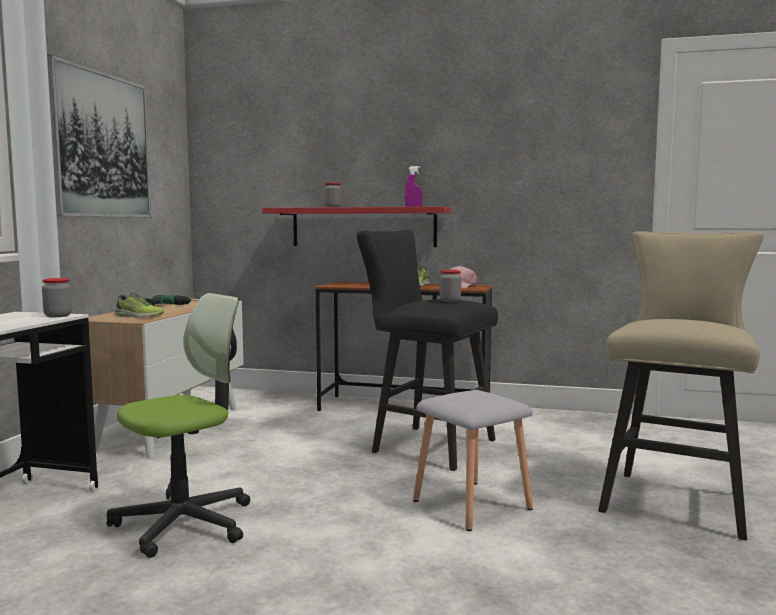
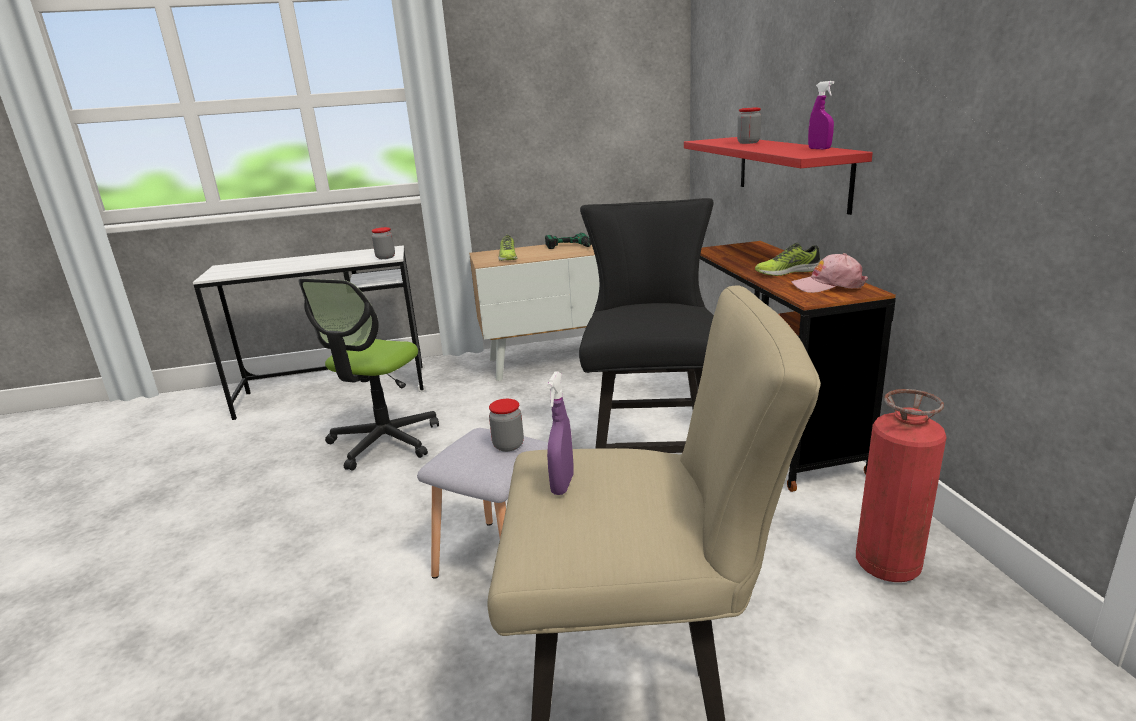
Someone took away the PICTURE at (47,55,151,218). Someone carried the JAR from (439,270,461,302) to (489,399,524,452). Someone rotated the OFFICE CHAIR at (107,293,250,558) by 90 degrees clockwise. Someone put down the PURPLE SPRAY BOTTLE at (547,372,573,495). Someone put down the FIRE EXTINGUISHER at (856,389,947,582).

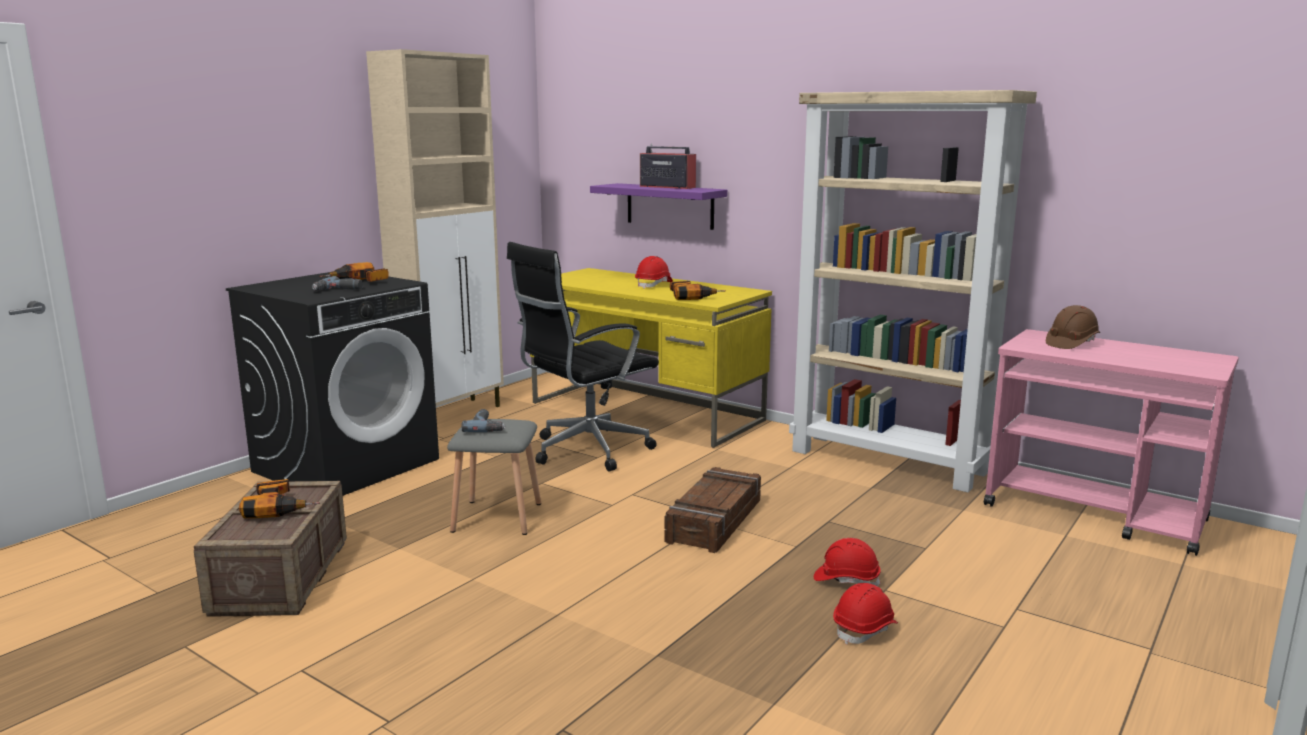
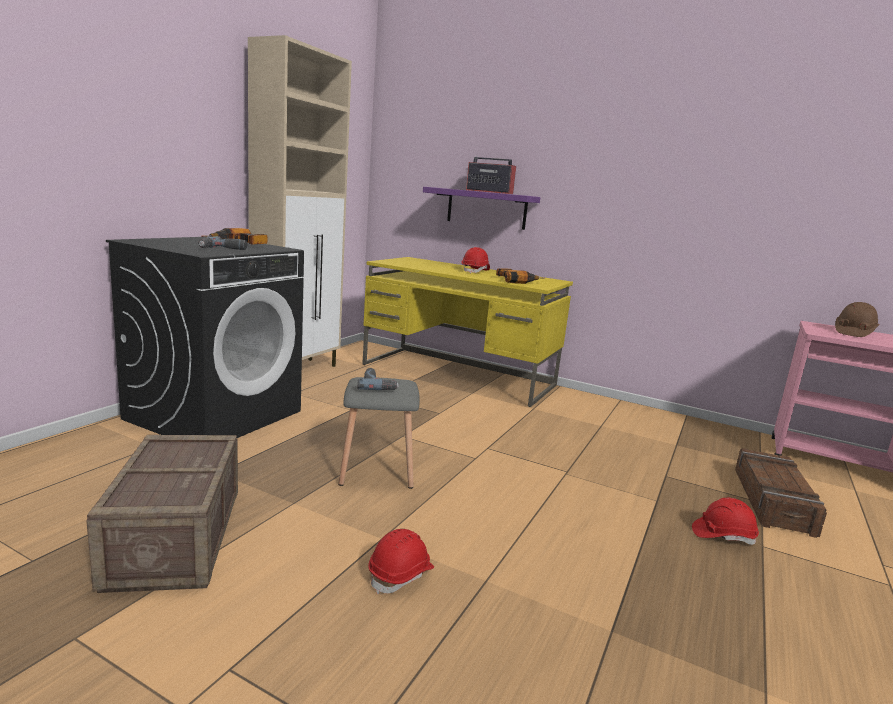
Someone took away the BEIGE BOOKCASE at (789,90,1037,492). Someone took away the BLACK OFFICE CHAIR at (507,242,659,472). Someone carried the CRATE from (664,467,761,553) to (735,448,827,538). Someone took away the POWER DRILL at (239,479,320,518). Someone carried the RED HARD HAT from (833,583,898,645) to (368,529,434,595).

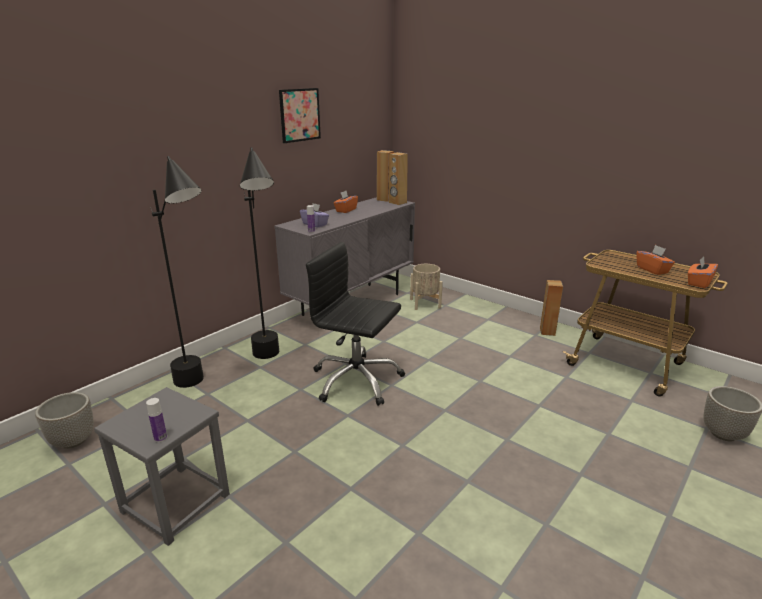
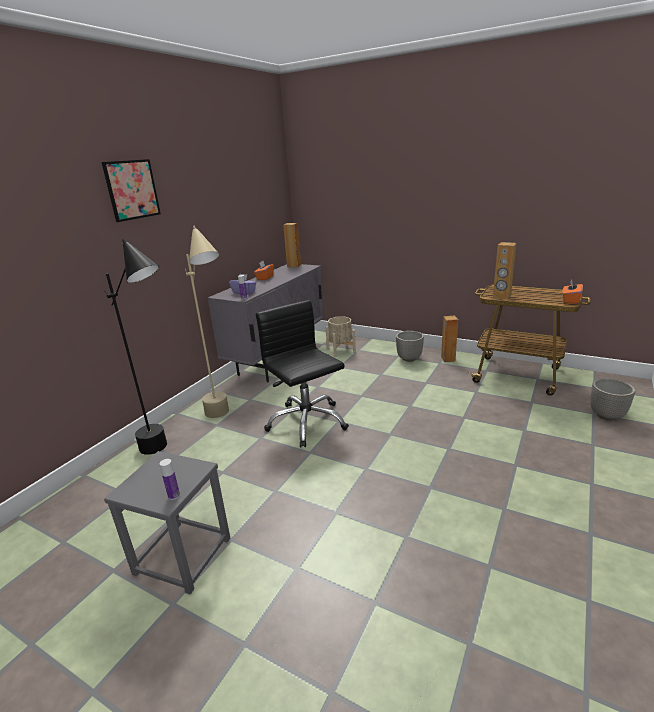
Someone carried the PICTURE from (279,88,321,143) to (102,159,161,222). Someone repainted the BLACK FLOOR LAMP at (240,147,279,359), which became the BEIGE FLOOR LAMP at (185,226,229,418). Someone carried the BROWN SPEAKER from (389,152,408,205) to (493,242,516,300). Someone rotated the BLACK OFFICE CHAIR at (306,242,405,406) by 45 degrees clockwise. Someone took away the ORANGE TISSUE BOX at (637,245,675,275). Someone carried the PLANTER from (35,392,94,449) to (396,331,424,362).

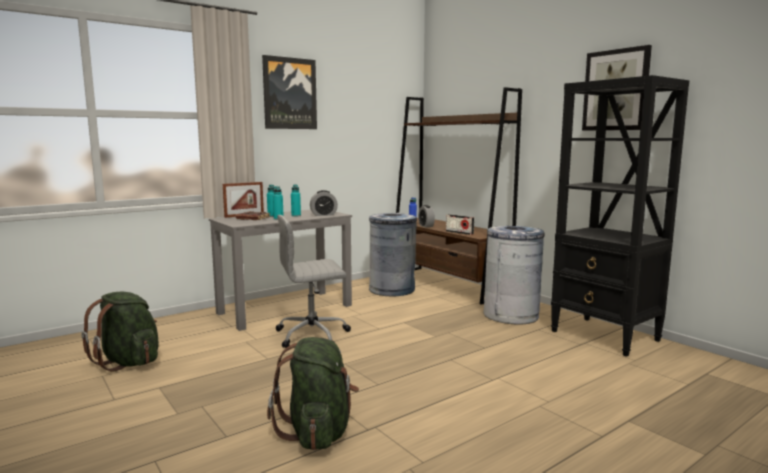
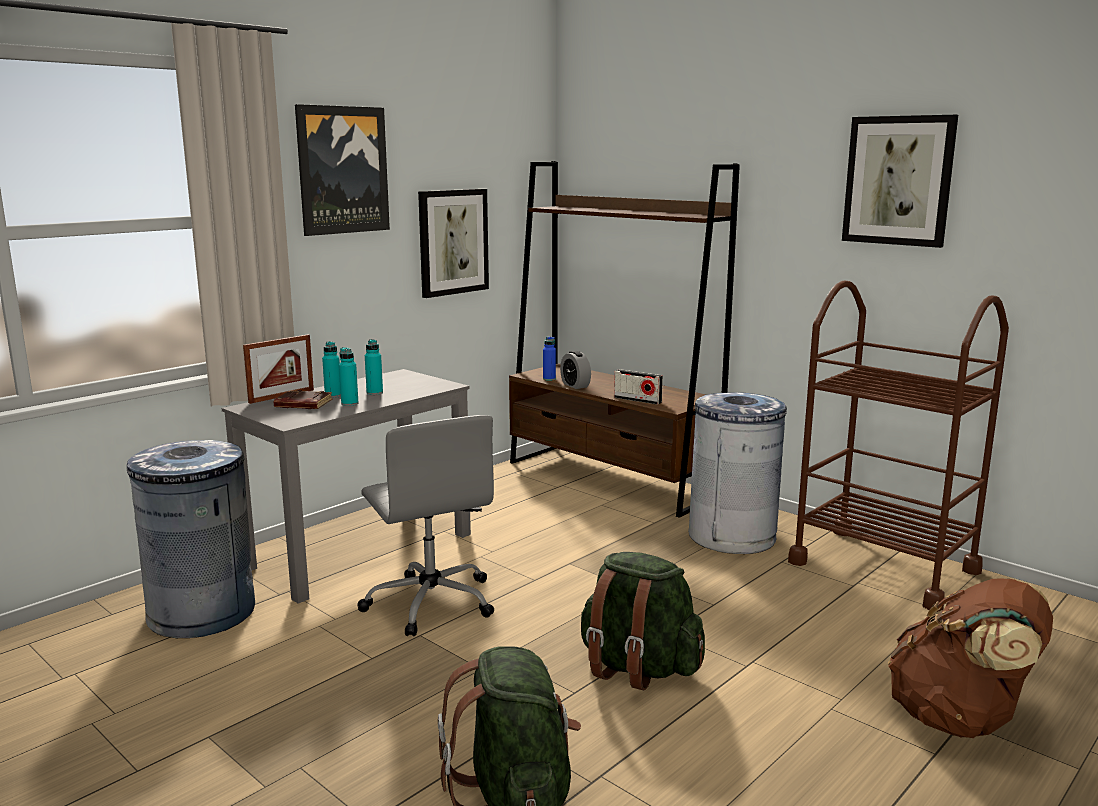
Someone swapped the BLACK BOOKCASE at (551,75,689,357) for the BROWN CART at (788,281,1009,612). Someone took away the ALARM CLOCK at (310,190,338,216). Someone carried the GREY TRASH CAN from (369,213,417,296) to (127,440,255,638). Someone rotated the GREY OFFICE CHAIR at (276,215,351,348) by 90 degrees counterclockwise. Someone carried the GREEN BACKPACK from (81,291,158,372) to (581,552,705,690). Someone put up the PICTURE at (418,189,489,298). Someone put down the BROWN BACKPACK at (888,578,1053,738).

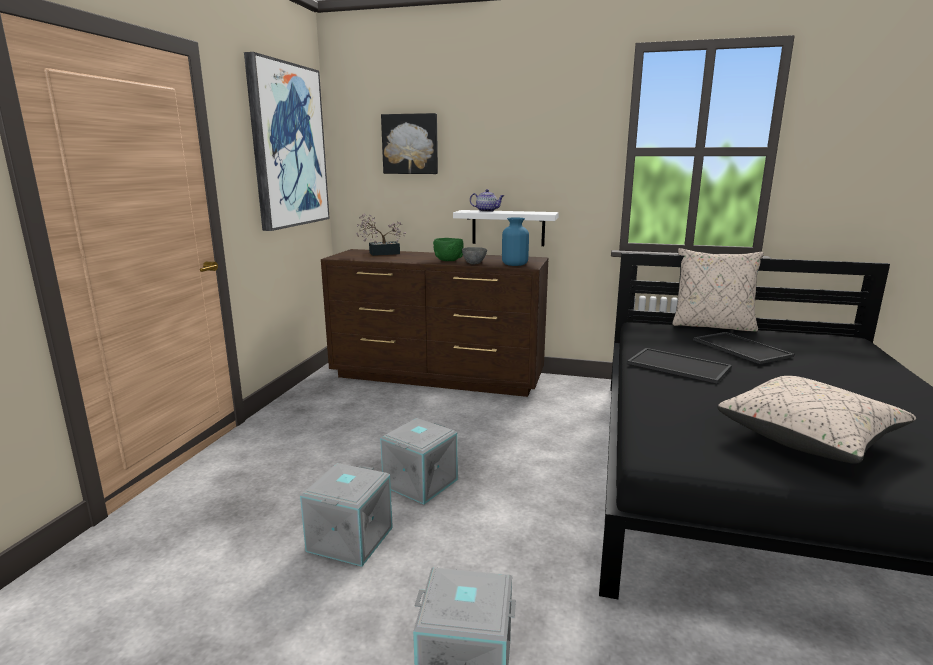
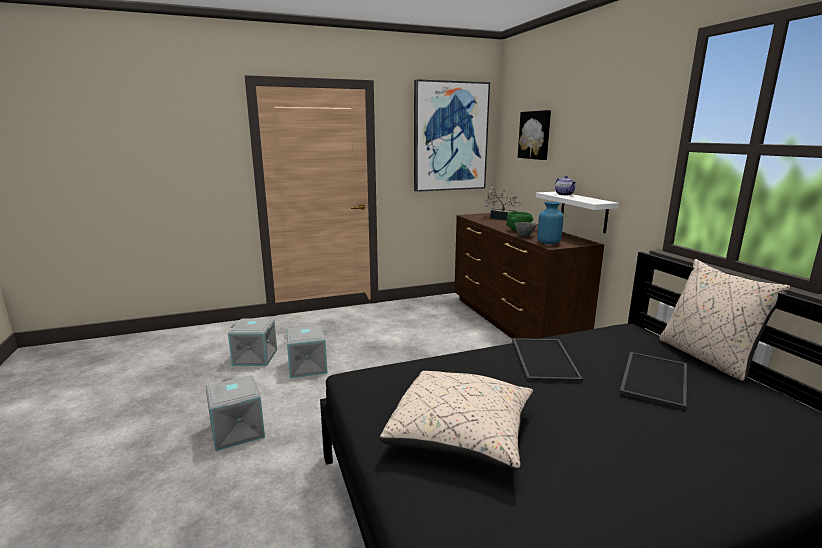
Someone carried the GREY STORAGE BOX from (380,418,458,505) to (228,319,277,366).

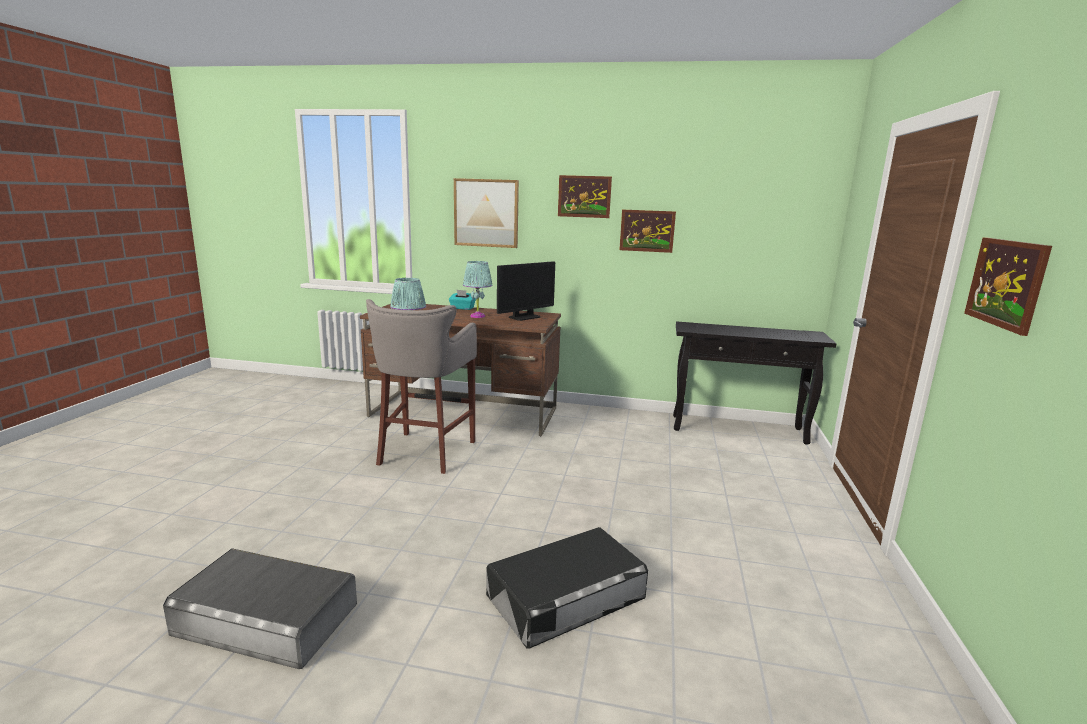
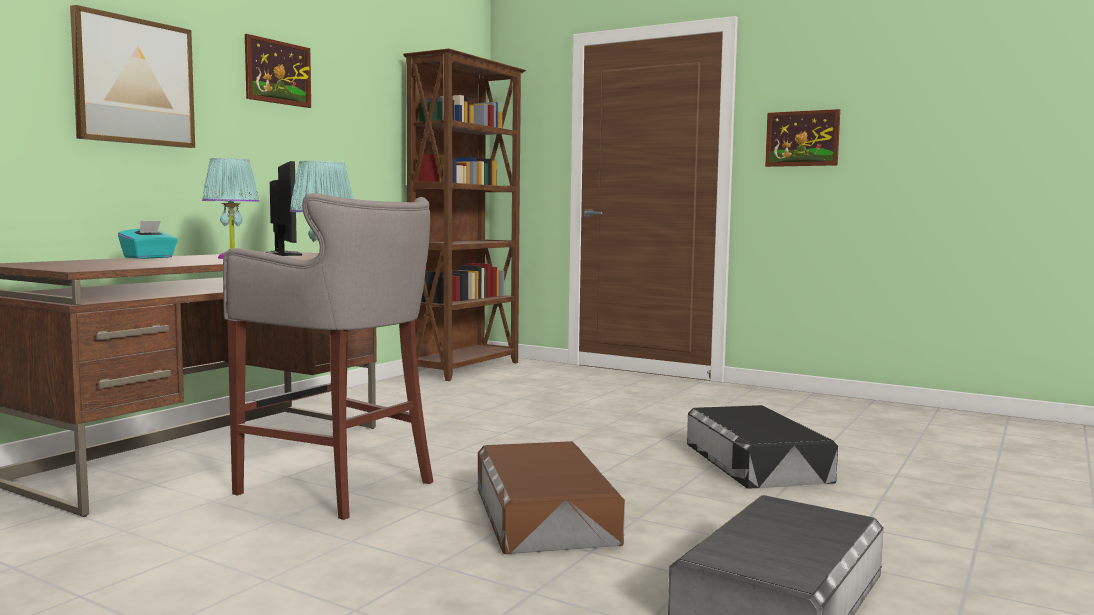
Someone took away the PICTURE at (619,210,676,253). Someone swapped the BLACK CONSOLE TABLE at (673,321,837,445) for the BROWN BOOKCASE at (403,48,526,381). Someone put down the BROWN STORAGE BOX at (477,441,625,555).

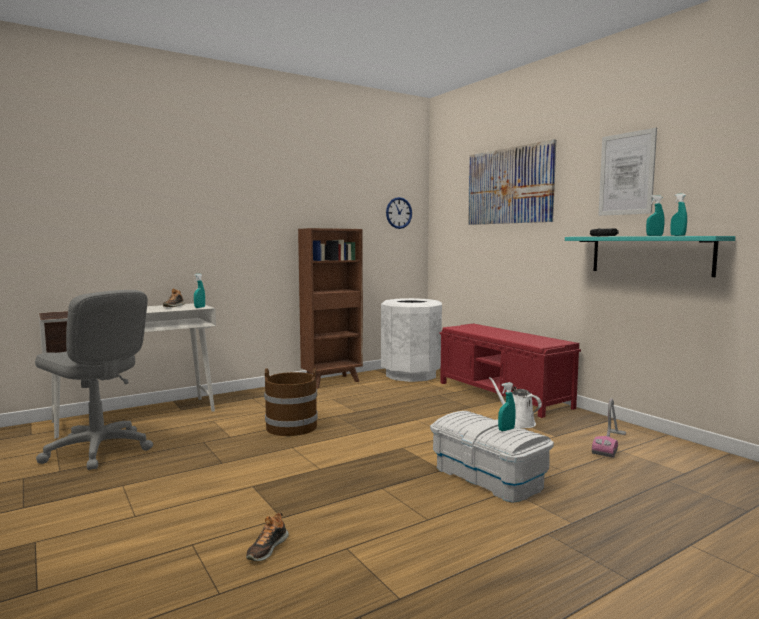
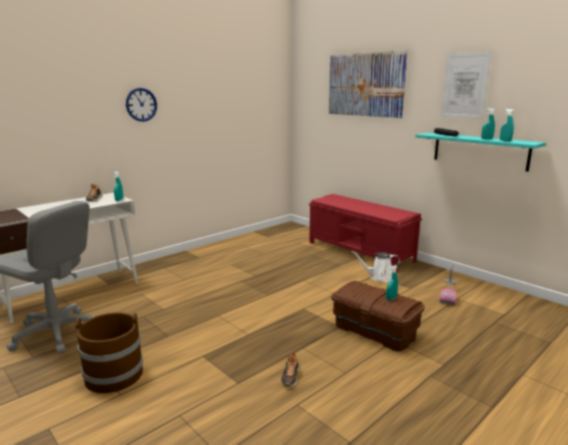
Someone carried the WALL CLOCK from (386,197,412,229) to (126,88,157,122). Someone took away the BROWN BOOKCASE at (298,228,363,389). Someone took away the WHITE TRASH CAN at (381,298,442,382). Someone carried the BROWN BUCKET from (264,368,318,436) to (75,312,143,393). Someone rotated the WHITE WATERING CAN at (489,377,542,428) by 45 degrees counterclockwise. Someone repainted the WHITE STORAGE BOX at (430,411,554,503), which became the BROWN STORAGE BOX at (331,281,425,352). Someone carried the SHOE from (246,513,289,561) to (281,352,300,387).

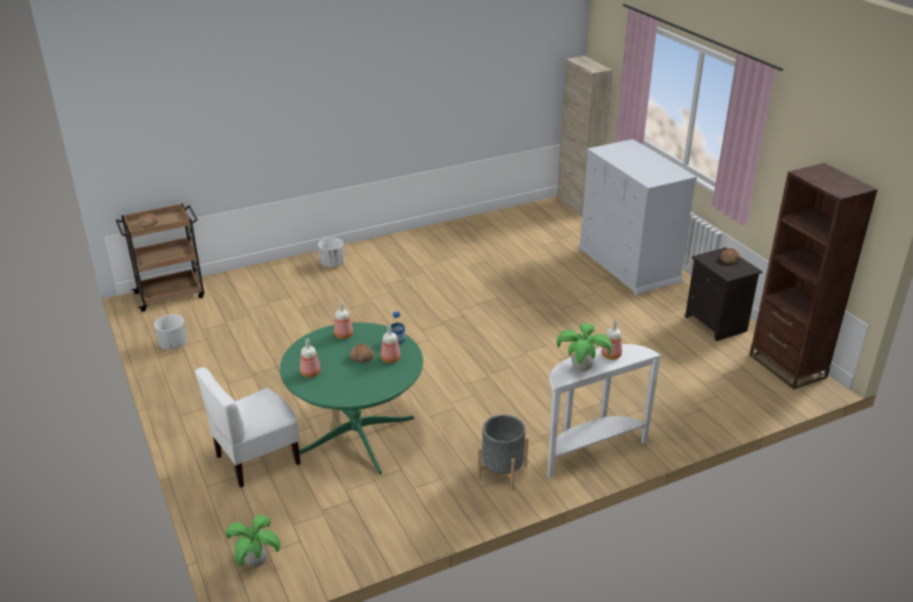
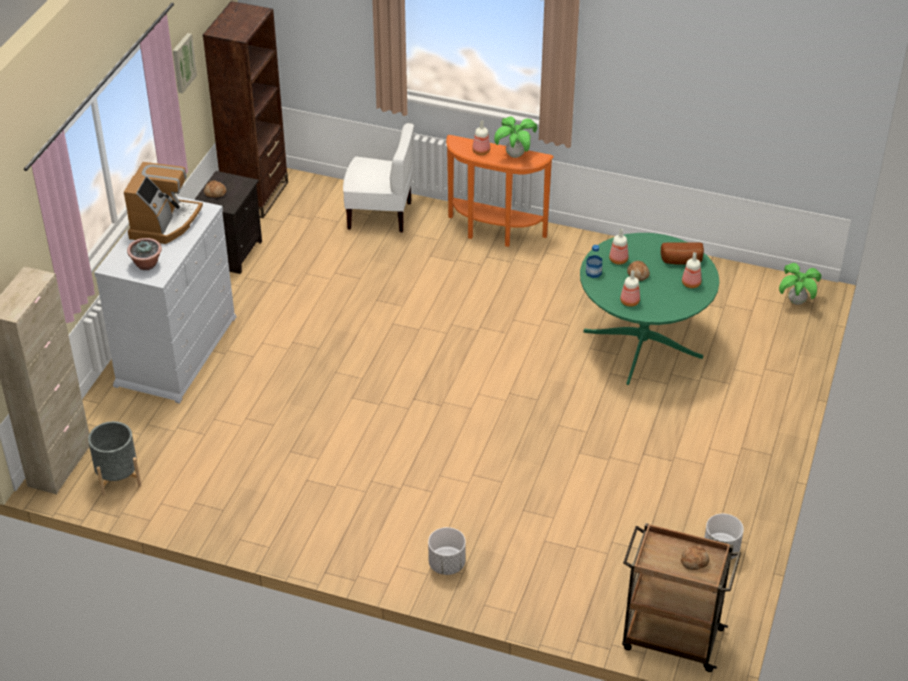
Someone repainted the WHITE CONSOLE TABLE at (547,344,662,478), which became the ORANGE CONSOLE TABLE at (446,135,554,247). Someone carried the WHITE CHAIR from (195,367,301,488) to (343,123,414,232). Someone carried the GREY PLANTER from (478,415,528,490) to (88,421,141,496). Someone put up the PICTURE at (173,33,197,93). Someone put down the COFFEE MACHINE at (124,162,203,244). Someone put down the POTTED PLANT at (127,238,162,270). Someone put down the BREAD at (661,242,704,265).

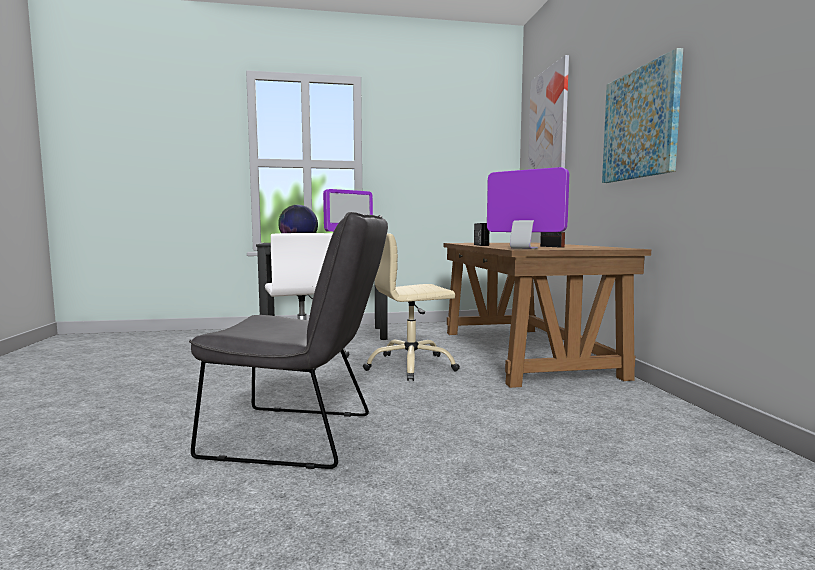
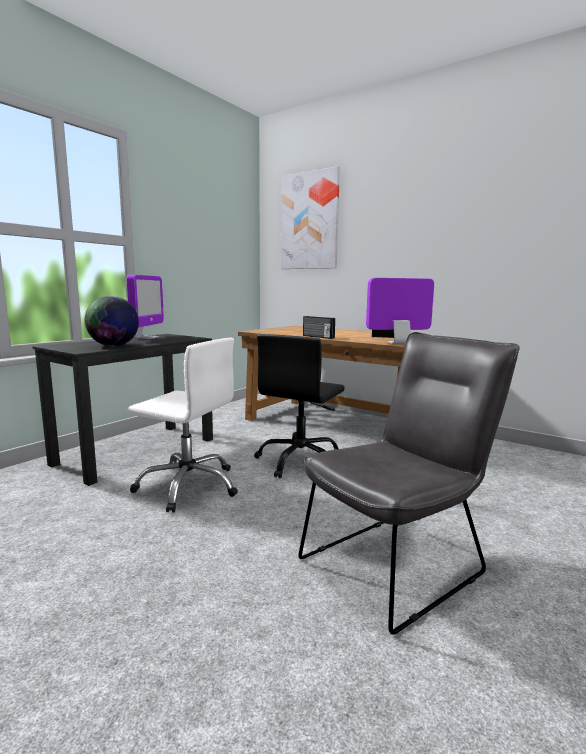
Someone took away the PICTURE at (602,48,683,183). Someone repainted the BEIGE OFFICE CHAIR at (363,233,460,381), which became the BLACK OFFICE CHAIR at (254,334,345,478).

